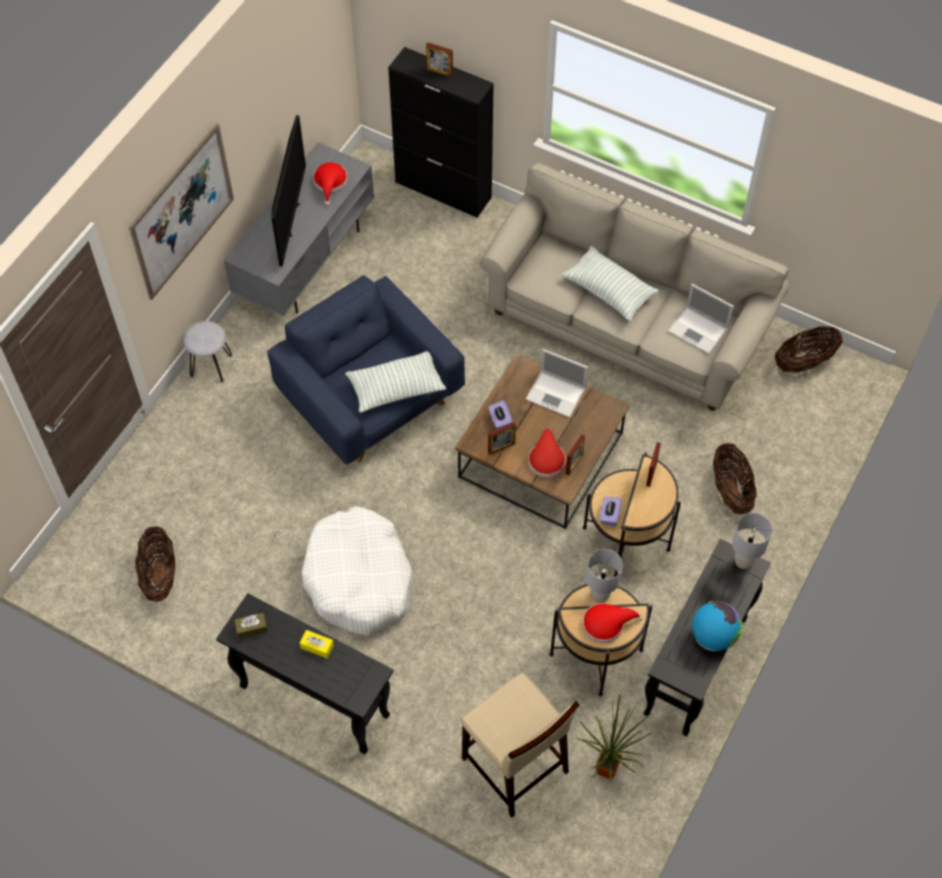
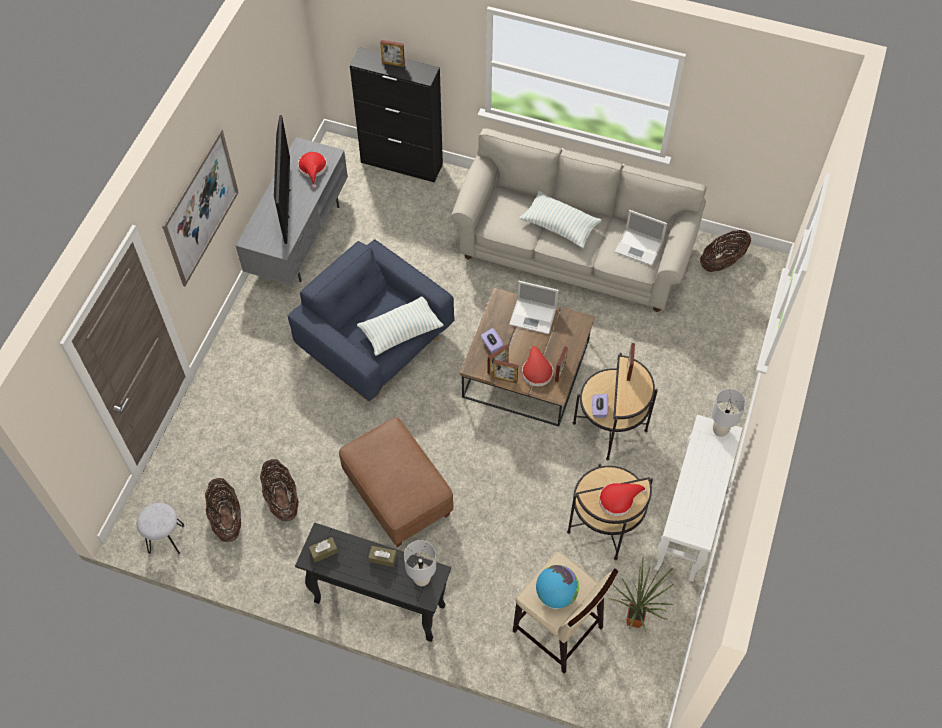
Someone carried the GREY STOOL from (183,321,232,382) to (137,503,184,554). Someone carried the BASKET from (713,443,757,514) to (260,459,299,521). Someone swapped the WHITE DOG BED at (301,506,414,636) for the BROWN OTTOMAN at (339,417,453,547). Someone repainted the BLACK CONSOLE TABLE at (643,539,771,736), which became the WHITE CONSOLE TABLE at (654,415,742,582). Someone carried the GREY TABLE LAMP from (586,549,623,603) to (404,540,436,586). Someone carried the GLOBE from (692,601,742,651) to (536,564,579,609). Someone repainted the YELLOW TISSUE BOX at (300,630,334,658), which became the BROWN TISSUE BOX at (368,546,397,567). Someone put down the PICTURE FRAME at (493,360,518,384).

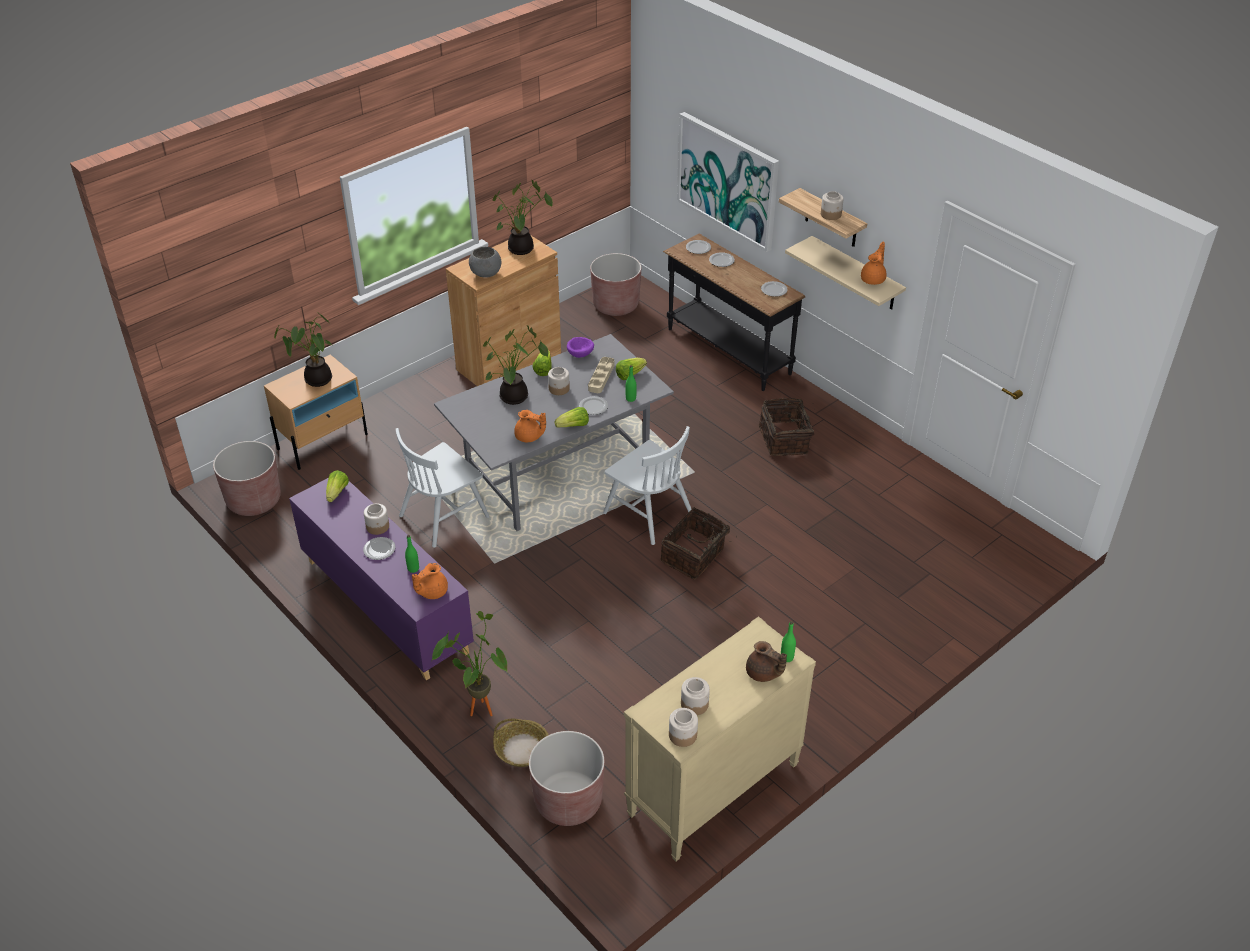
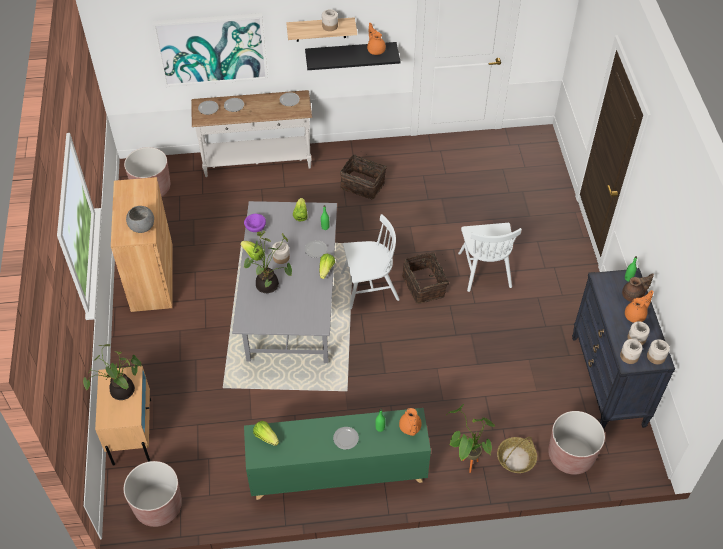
Someone took away the POTTED PLANT at (493,180,553,255). Someone repainted the BLACK CONSOLE TABLE at (663,234,805,391), which became the WHITE CONSOLE TABLE at (191,90,312,177). Someone repainted the BEIGE SHELF at (785,236,906,309), which became the BLACK SHELF at (305,42,400,70). Someone took away the BEIGE TRAY at (588,357,615,393). Someone carried the ORANGE TEAPOT from (514,410,546,442) to (625,290,654,323). Someone carried the WHITE CHAIR from (396,428,490,548) to (458,223,522,292). Someone repainted the PURPLE CABINET at (289,478,474,681), which became the GREEN CABINET at (244,408,431,500). Someone carried the JAR from (364,503,389,535) to (620,339,643,364). Someone repainted the BEIGE DRESSER at (624,616,816,862), which became the BLACK DRESSER at (572,268,675,430).

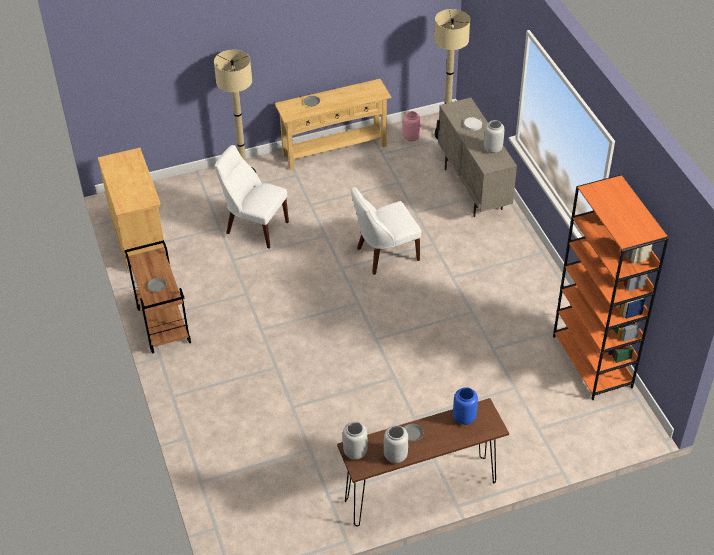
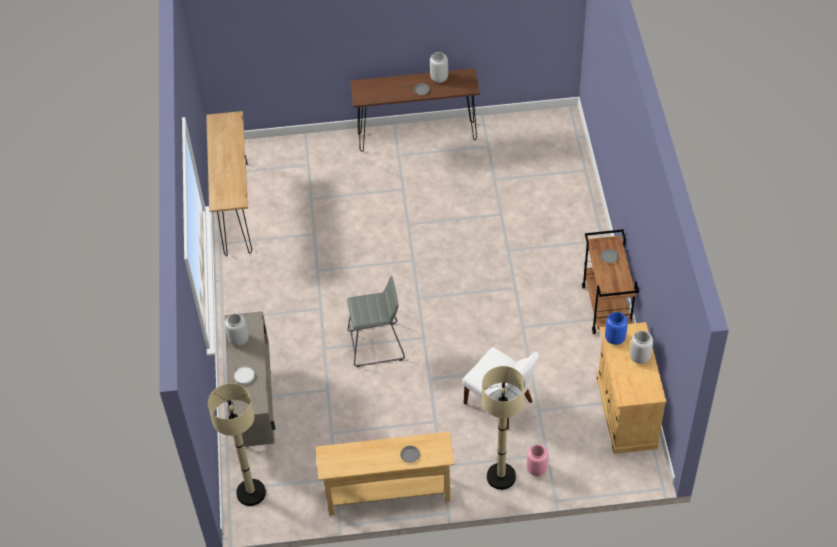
Someone carried the PINK VASE from (403,111,421,141) to (527,445,548,476). Someone swapped the ORANGE BOOKCASE at (553,175,669,400) for the BROWN CONSOLE TABLE at (206,111,252,256). Someone swapped the WHITE CHAIR at (351,187,421,275) for the GREY STOOL at (347,276,405,367). Someone carried the BLUE VASE from (453,387,478,425) to (605,312,628,345). Someone carried the GREY VASE from (343,422,367,460) to (630,331,653,364).

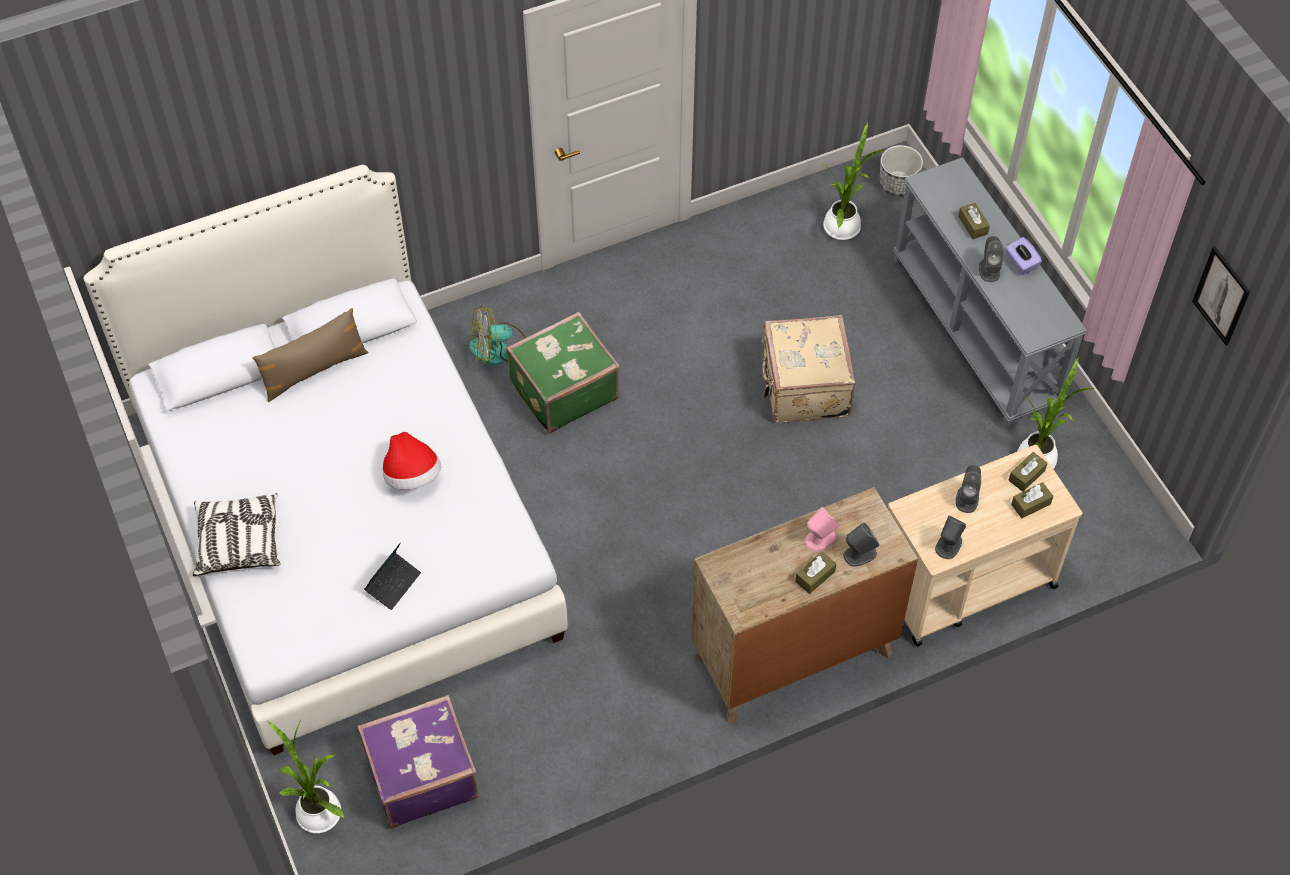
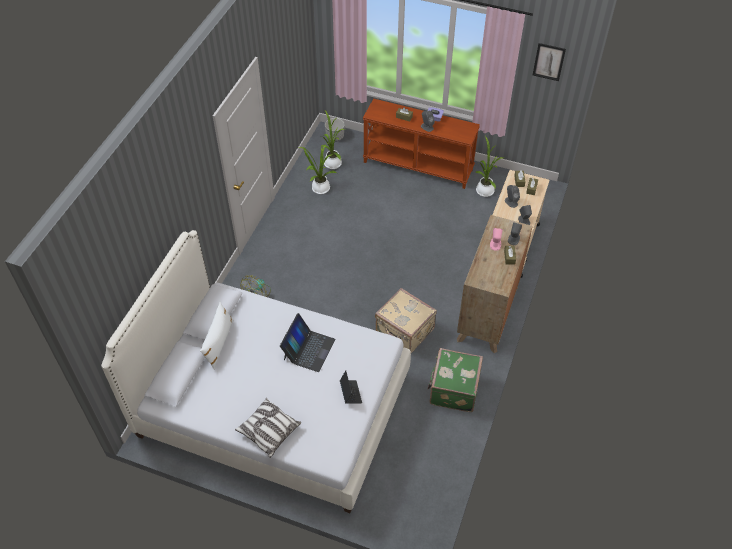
Someone repainted the GREY CONSOLE TABLE at (893,157,1087,430), which became the BROWN CONSOLE TABLE at (363,99,480,189). Someone repainted the BROWN PILLOW at (252,308,369,402), which became the WHITE PILLOW at (200,302,234,370). Someone carried the GREEN SUITCASE from (506,312,619,434) to (428,348,483,412). Someone carried the BEIGE SUITCASE from (761,315,856,423) to (375,288,437,353). Someone swapped the HAT at (383,432,441,490) for the LAPTOP at (280,313,335,372). Someone took away the PURPLE SUITCASE at (357,695,479,828). Someone carried the POTTED PLANT from (267,720,345,833) to (299,145,336,194).

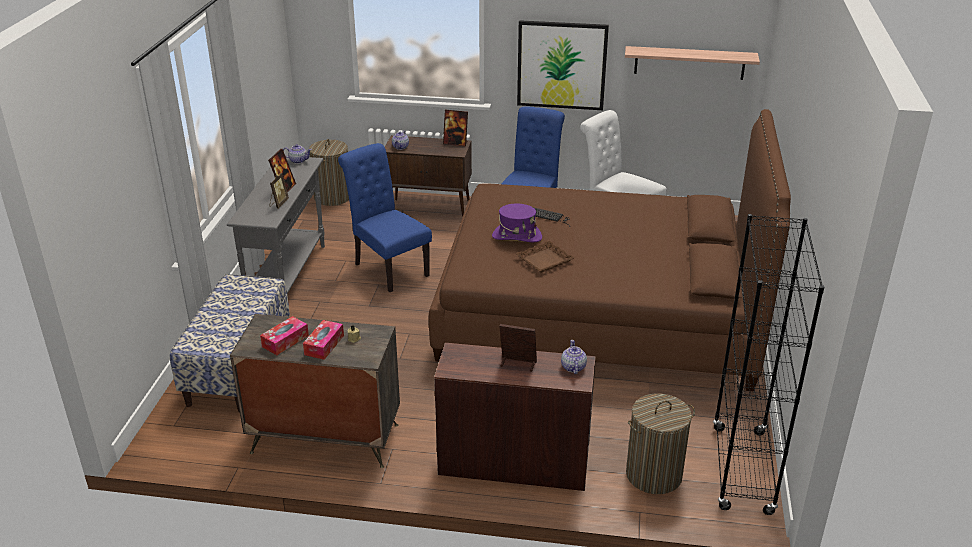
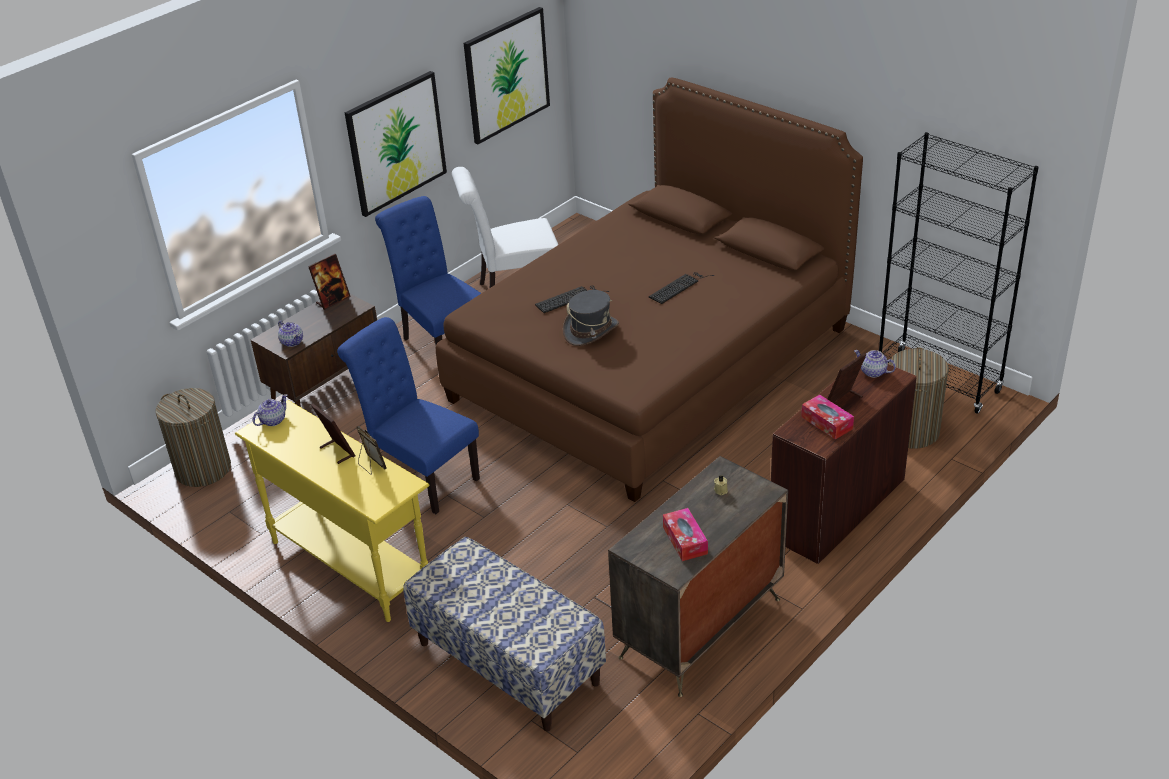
Someone swapped the SHELF at (625,46,760,80) for the PICTURE at (464,7,550,144). Someone rotated the BLUE CHAIR at (338,143,432,292) by 45 degrees clockwise. Someone repainted the GREY CONSOLE TABLE at (227,157,325,297), which became the YELLOW CONSOLE TABLE at (235,400,429,622). Someone repainted the PURPLE HAT at (492,204,542,242), which became the GREY HAT at (563,290,619,346). Someone took away the BROWN TRAY at (516,241,575,273). Someone carried the TISSUE BOX from (303,320,344,360) to (801,395,854,440). Someone put down the KEYBOARD at (649,272,714,304).

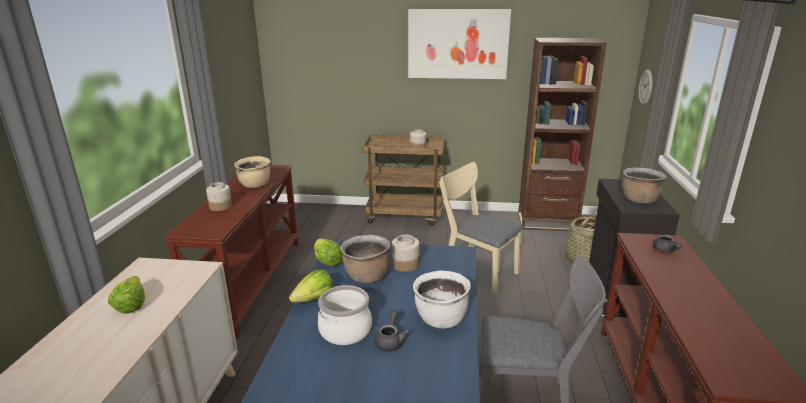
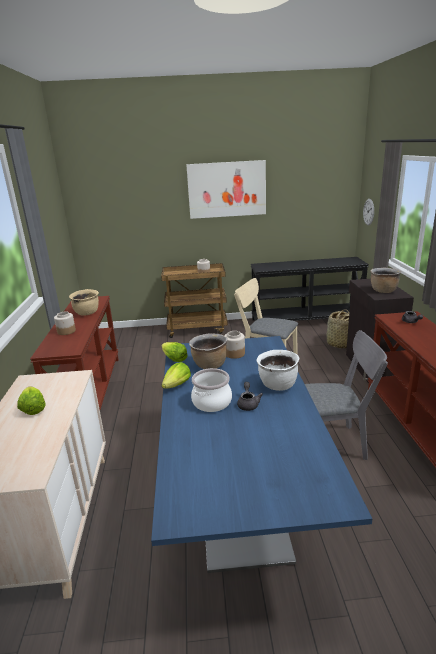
Someone swapped the BROWN BOOKCASE at (518,38,607,231) for the BLACK CONSOLE TABLE at (251,257,369,321).

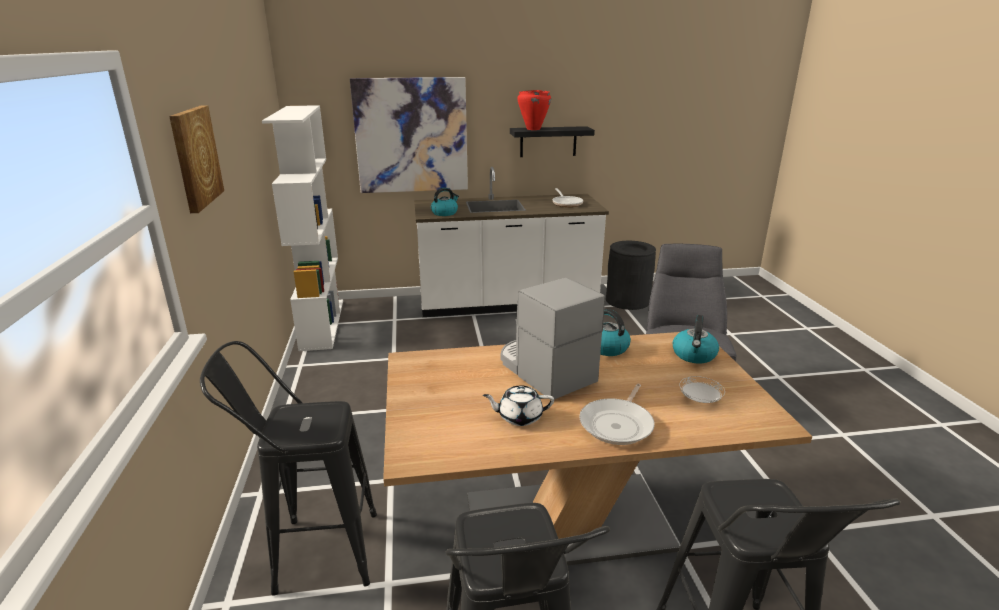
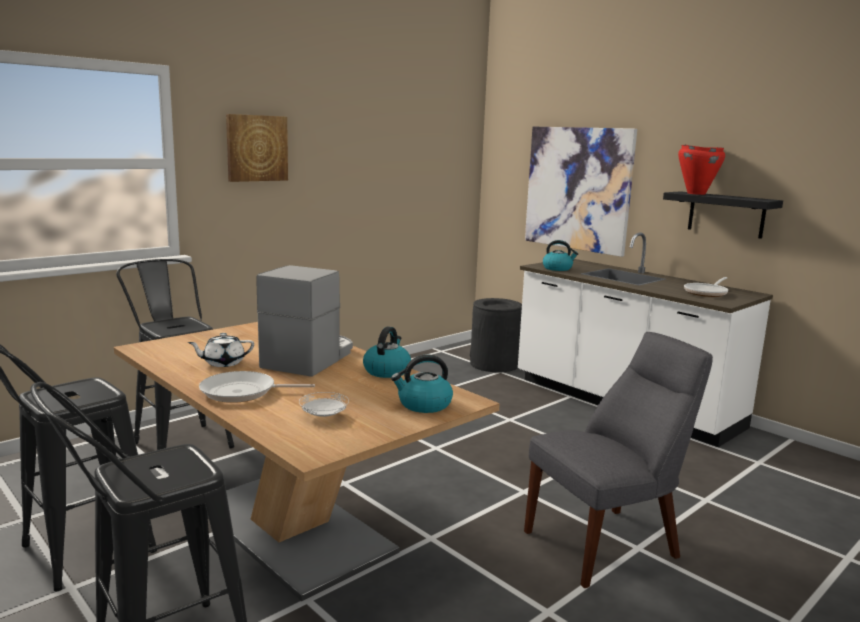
Someone took away the WHITE BOOKCASE at (262,105,343,351). Someone carried the BLACK TRASH CAN from (606,241,656,310) to (470,298,522,372). Someone rotated the WHITE TEAPOT at (483,386,554,426) by 75 degrees counterclockwise.

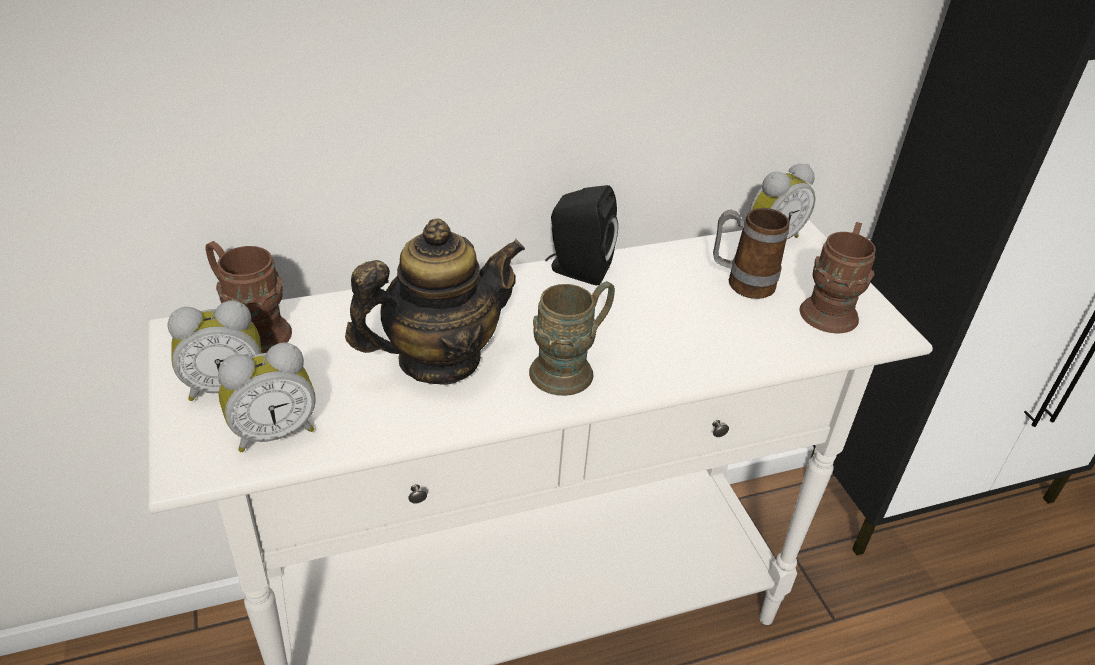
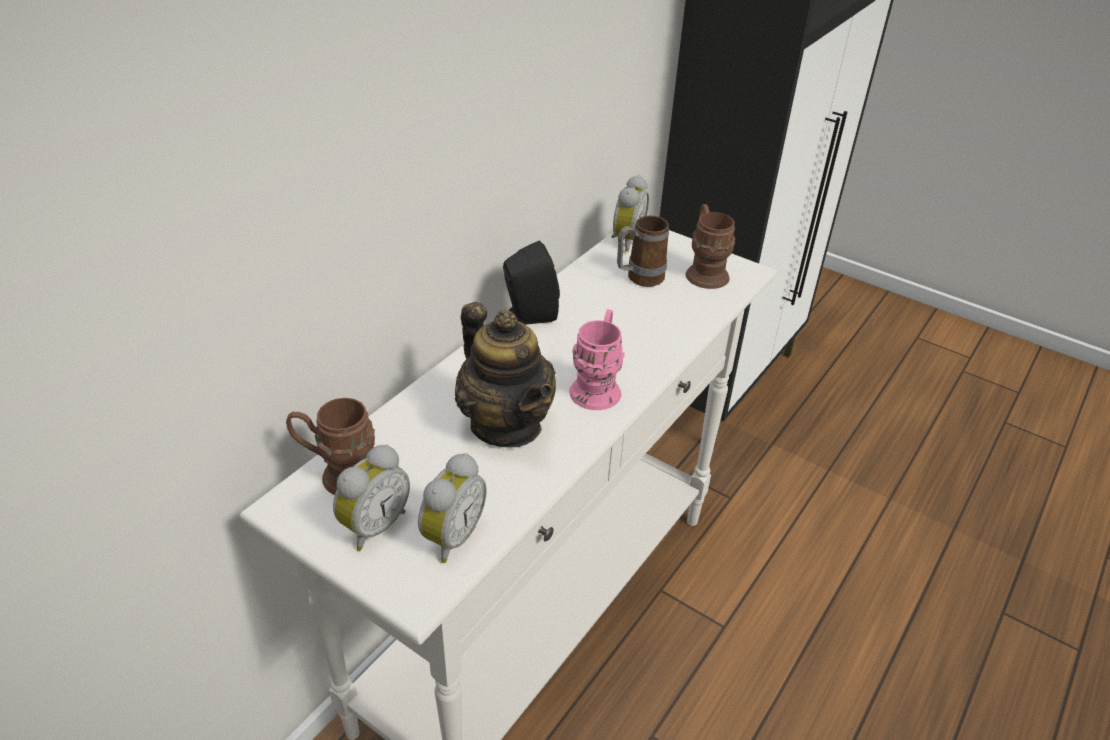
Someone rotated the TEAPOT at (345,218,525,385) by 120 degrees clockwise. Someone repainted the BROWN MUG at (529,281,615,396), which became the PINK MUG at (569,309,625,410).

